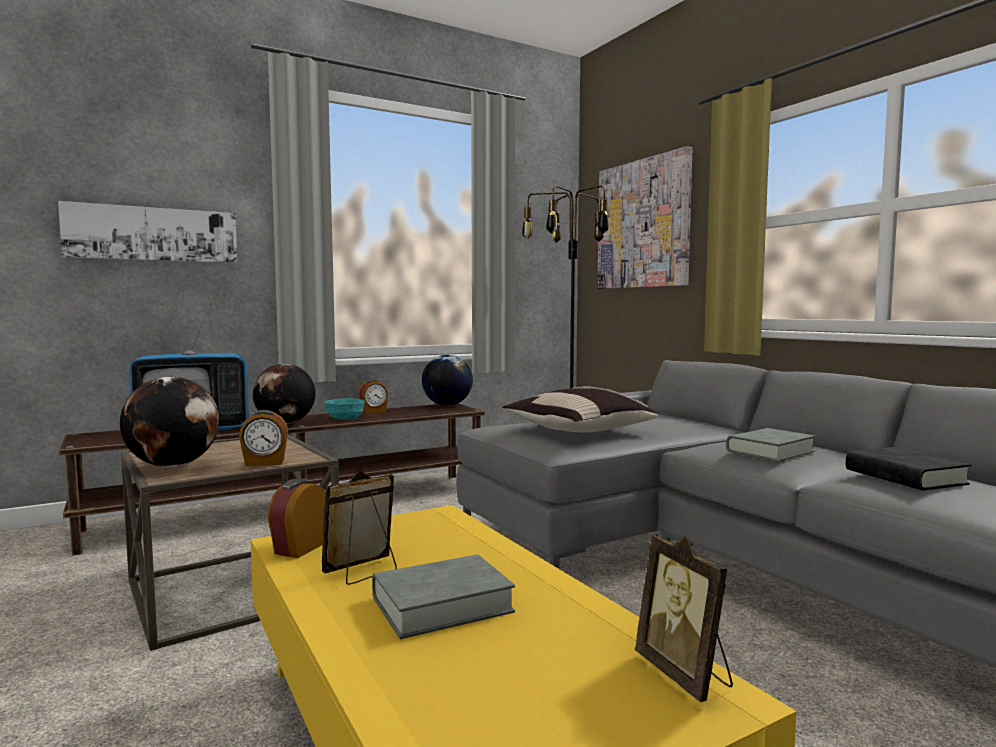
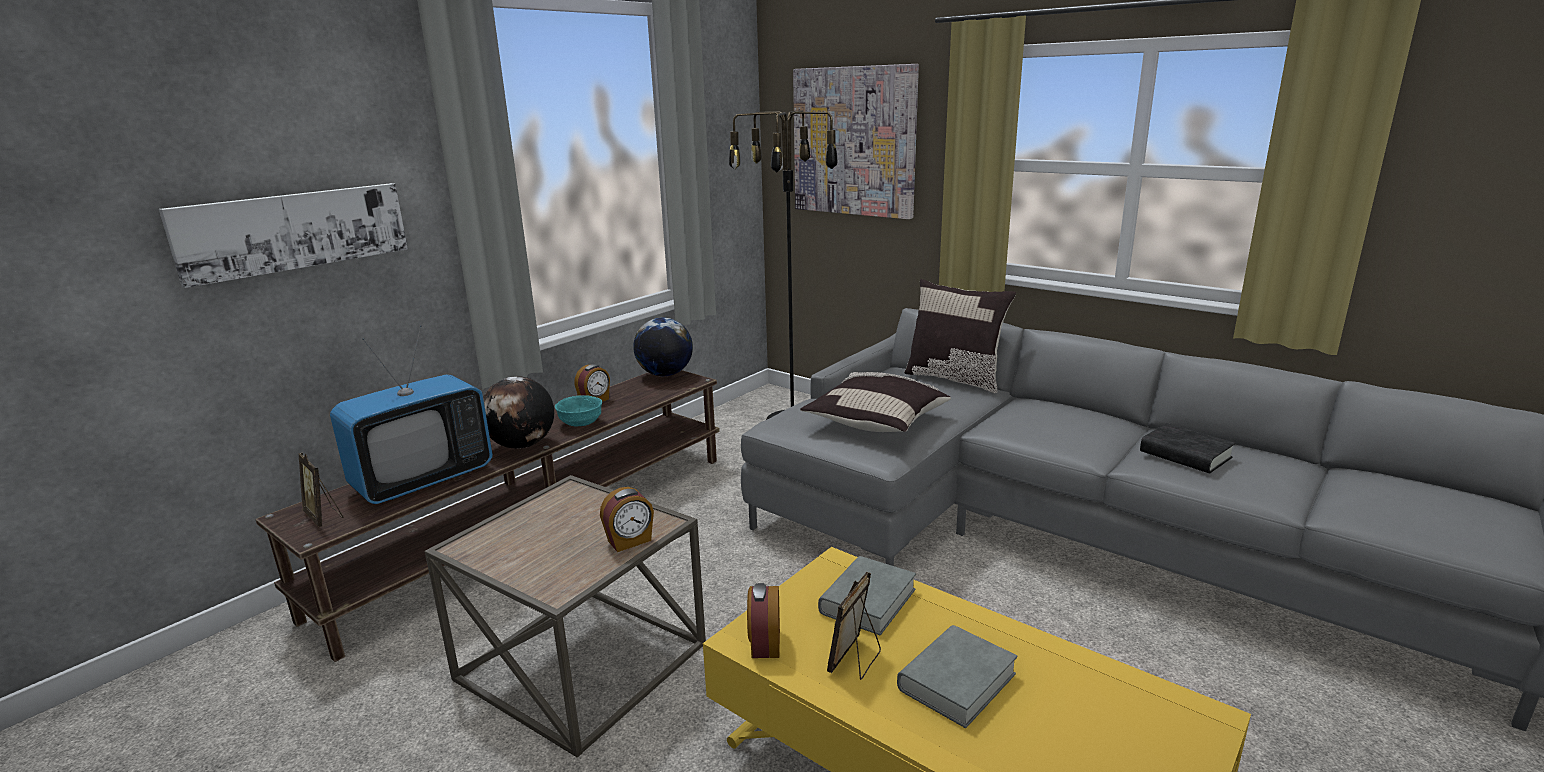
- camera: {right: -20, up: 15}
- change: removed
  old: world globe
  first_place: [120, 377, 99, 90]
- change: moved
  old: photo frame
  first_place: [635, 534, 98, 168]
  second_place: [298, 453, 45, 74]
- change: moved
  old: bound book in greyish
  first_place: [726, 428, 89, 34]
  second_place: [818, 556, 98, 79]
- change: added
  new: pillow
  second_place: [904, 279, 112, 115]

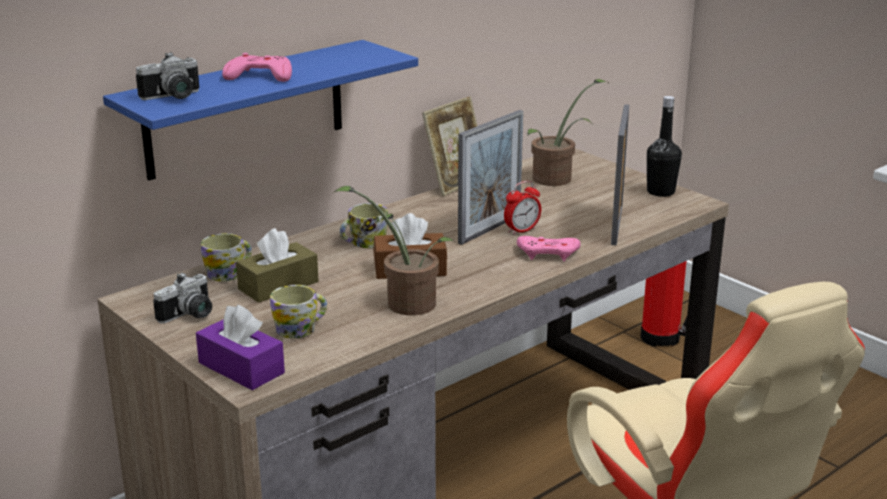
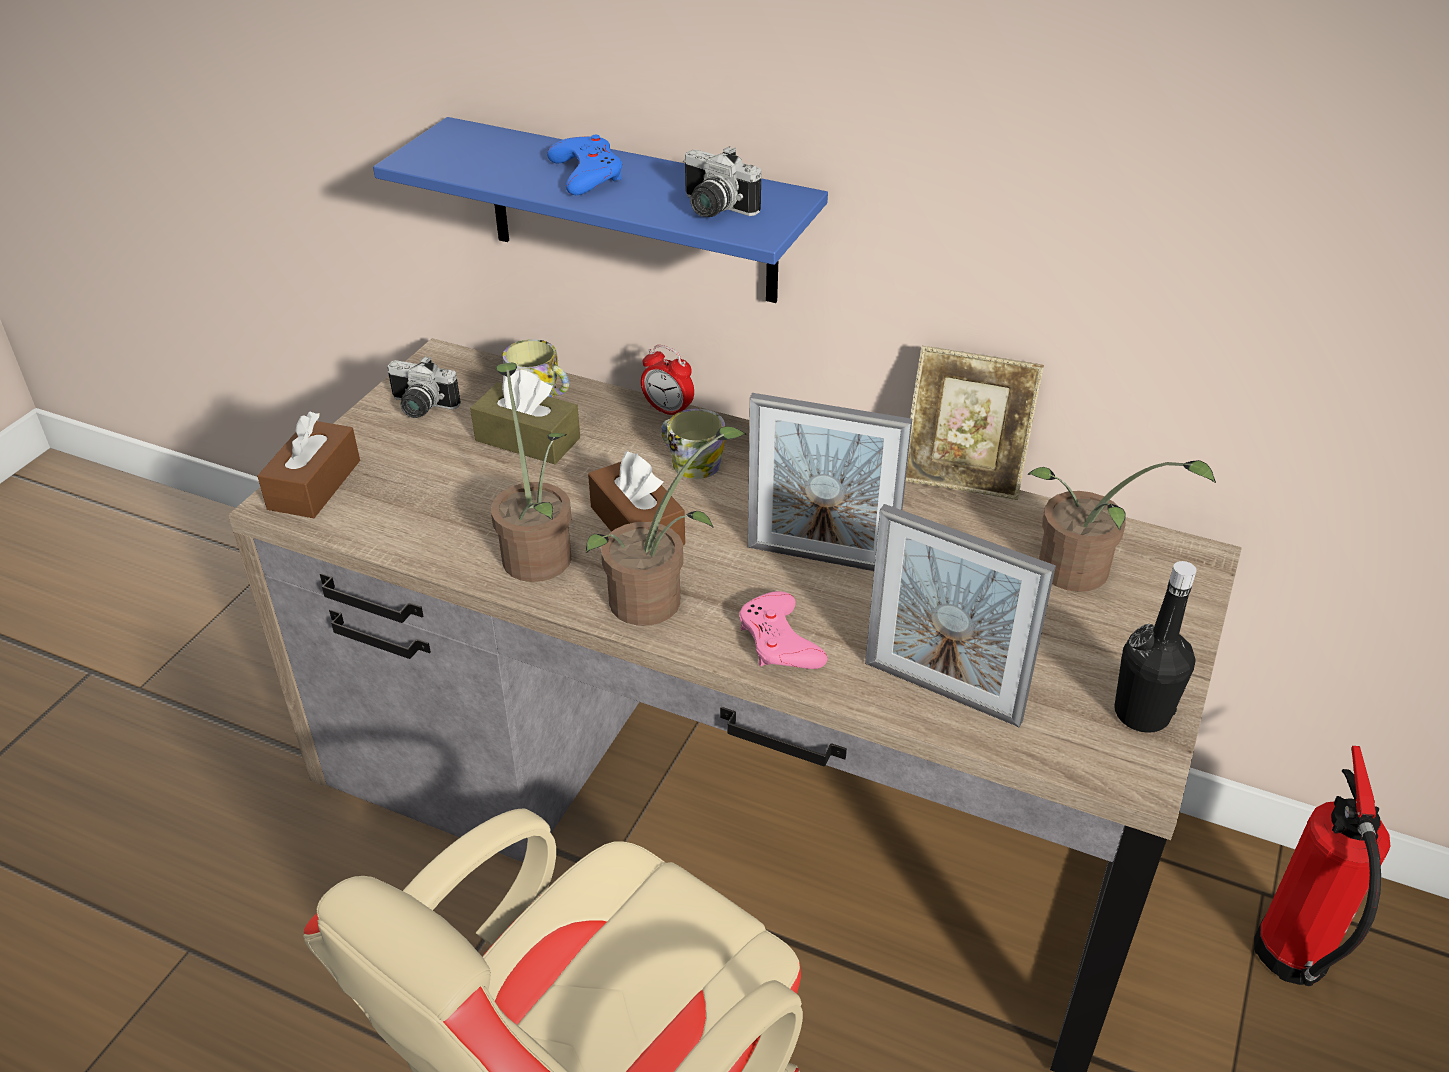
- camera: {right: 65, up: 15}
- change: moved
  old: still camera
  first_place: [136, 52, 63, 48]
  second_place: [683, 146, 78, 71]
- change: recoloured
  old: tissue holder in purple-coloured
  new: tissue holder in brown-coloured
  first_place: [196, 305, 89, 85]
  second_place: [257, 412, 103, 106]
- change: recoloured
  old: joypad in pinkish
  new: joypad in blue-coloured
  first_place: [222, 53, 70, 29]
  second_place: [547, 135, 75, 60]
- change: removed
  old: mug
  first_place: [270, 285, 57, 54]
- change: moved
  old: table clock
  first_place: [504, 181, 37, 54]
  second_place: [641, 345, 53, 70]
- change: turned
  old: photo frame
  first_place: [611, 104, 18, 141]
  second_place: [865, 504, 191, 223]
  degrees: -135
- change: added
  new: plant in a pot
  second_place: [586, 426, 160, 200]

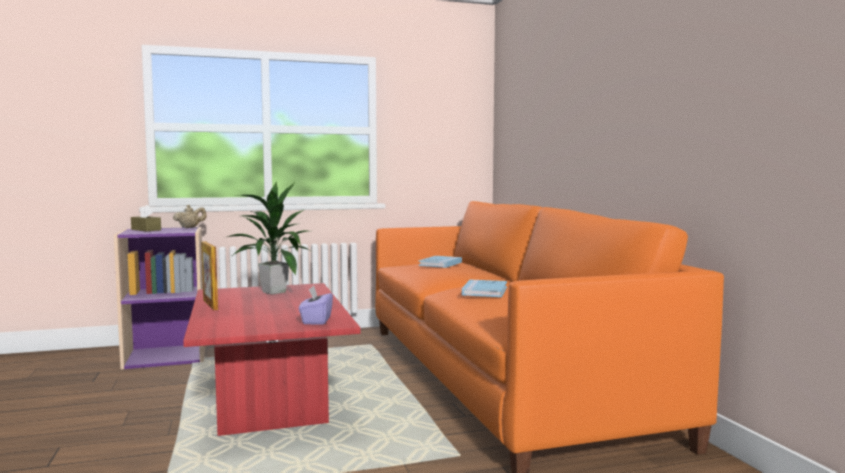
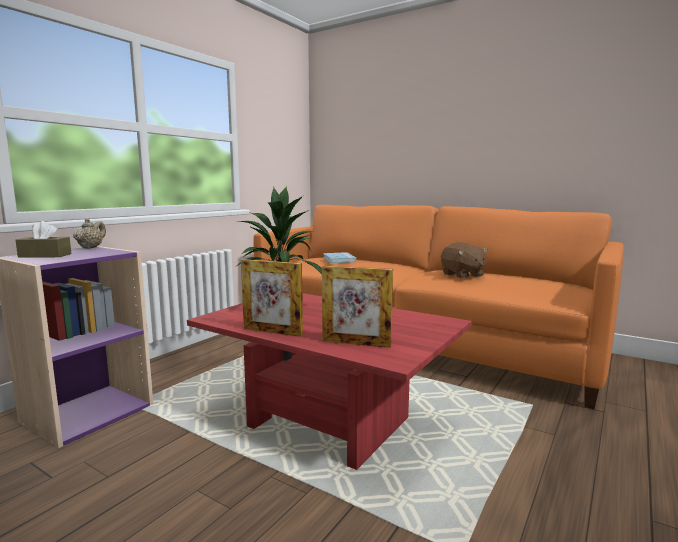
- camera: {right: -40, up: 5}
- change: removed
  old: tissue holder in purple-coloured
  first_place: [299, 286, 34, 38]
- change: replaced
  old: bound book in blue-coloured
  new: soft toy in brown-coloured
  first_place: [462, 280, 45, 17]
  second_place: [441, 242, 47, 37]
- change: added
  new: photo frame
  second_place: [322, 266, 71, 82]

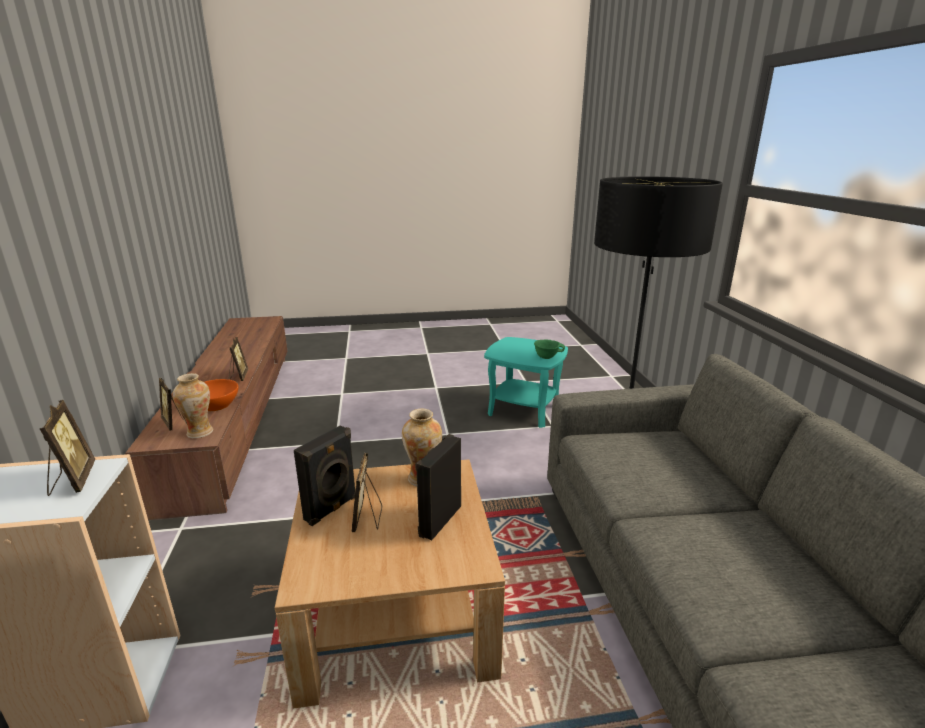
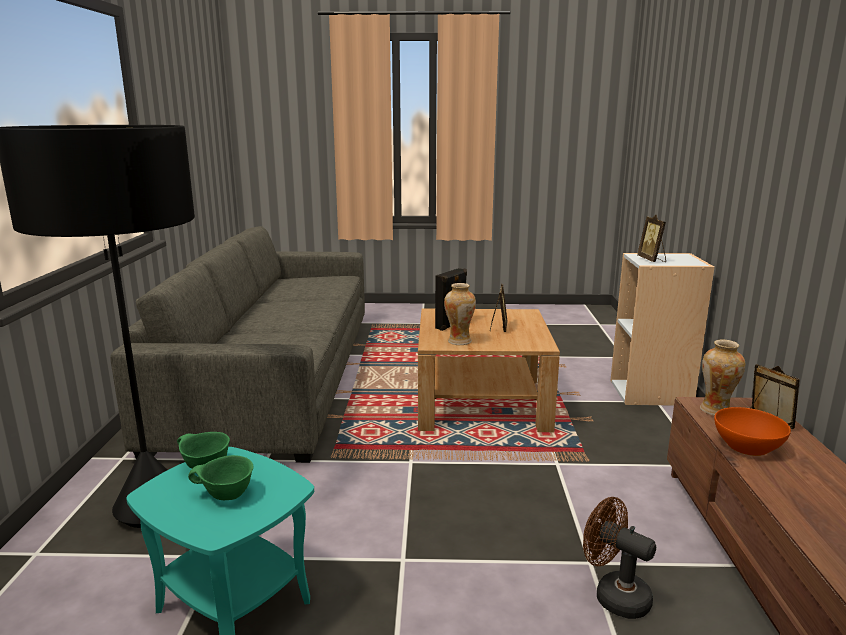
- camera: {right: -170, up: -5}
- change: removed
  old: photo frame
  first_place: [229, 337, 19, 44]
- change: removed
  old: audio speaker in black
  first_place: [294, 425, 61, 101]
- change: added
  new: bowl in green
  second_place: [188, 455, 65, 45]
- change: added
  new: cooling fan in brown-coloured
  second_place: [583, 497, 73, 122]

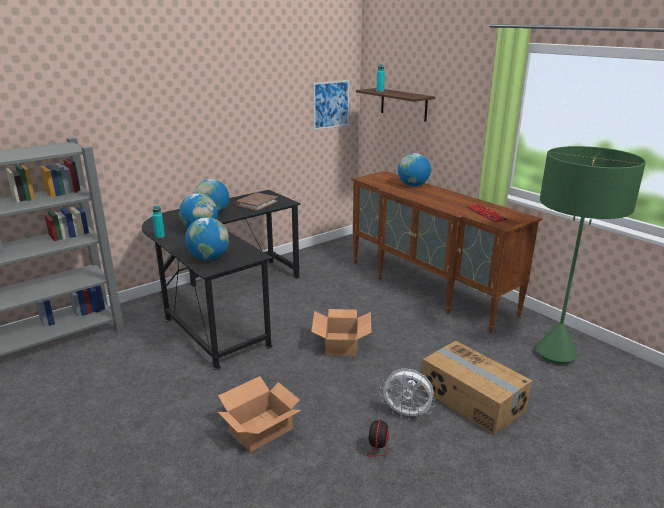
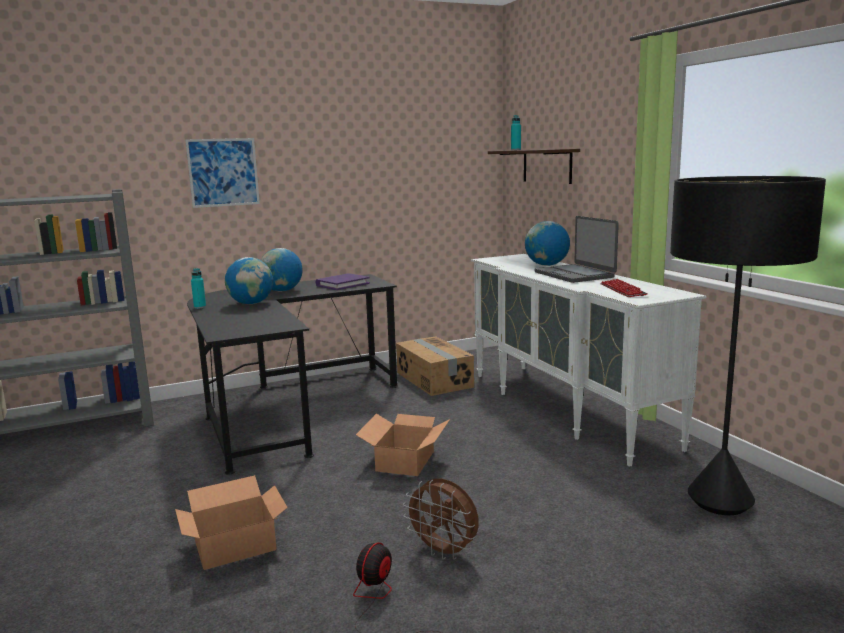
- camera: {right: 15, up: -10}
- change: removed
  old: world globe
  first_place: [185, 217, 44, 43]
- change: recoloured
  old: bound book in brown-coloured
  new: bound book in purple-coloured
  first_place: [236, 193, 42, 18]
  second_place: [316, 273, 54, 17]
- change: moved
  old: wall picture
  first_place: [313, 80, 36, 50]
  second_place: [185, 138, 75, 70]
- change: recoloured
  old: cupboard in brown-coloured
  new: cupboard in white-coloured
  first_place: [351, 171, 191, 162]
  second_place: [471, 254, 236, 213]
- change: recoloured
  old: cooling fan in white-coloured
  new: cooling fan in brown-coloured
  first_place: [380, 369, 56, 51]
  second_place: [403, 479, 76, 81]
- change: moved
  old: packing box
  first_place: [421, 341, 111, 94]
  second_place: [396, 337, 78, 59]
- change: recoloured
  old: standard lamp in green
  new: standard lamp in black
  first_place: [536, 146, 110, 218]
  second_place: [670, 176, 156, 339]
- change: added
  new: laptop
  second_place: [535, 216, 84, 67]

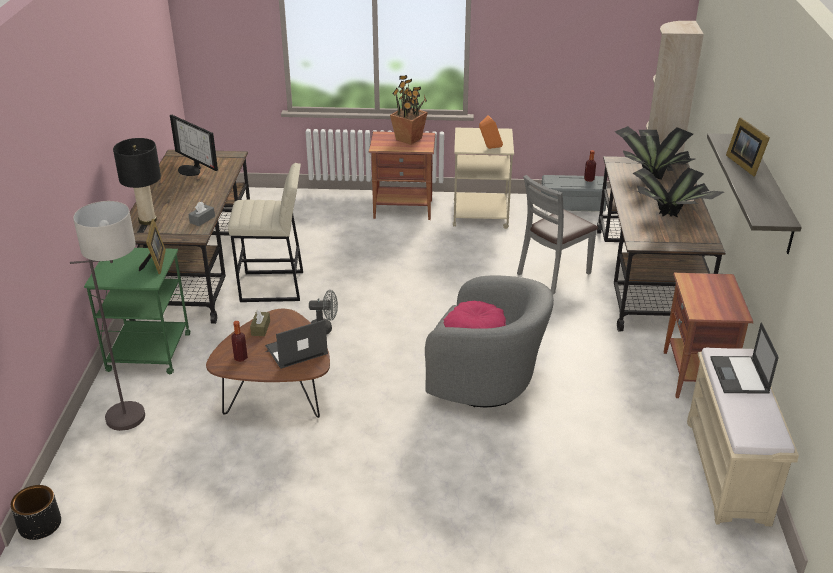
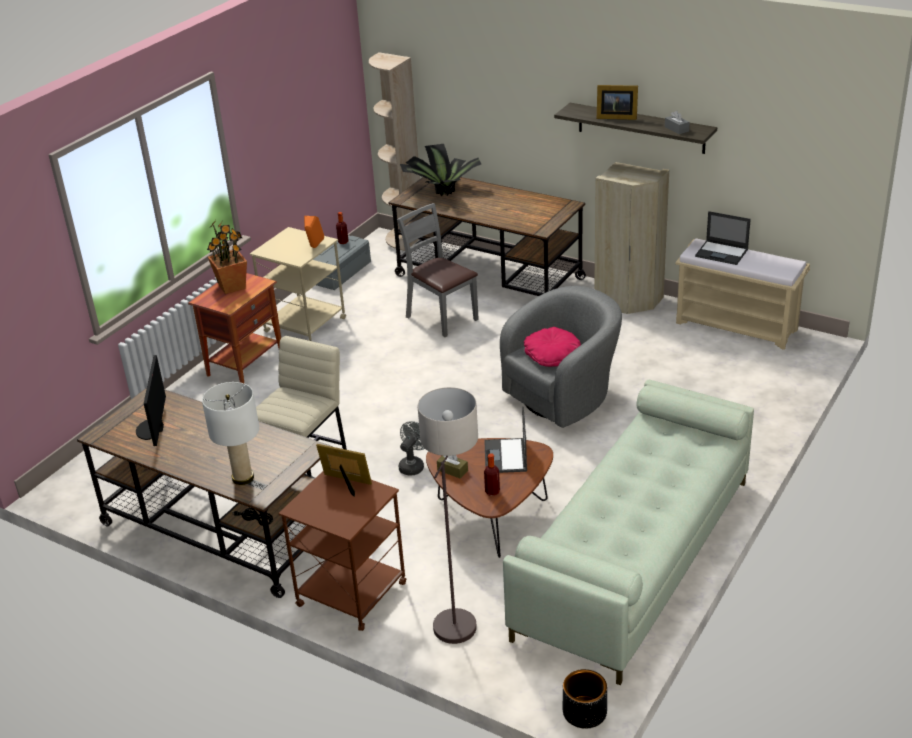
- camera: {right: -60, up: 0}
- change: recoloured
  old: cart in green
  new: cart in brown-coloured
  first_place: [84, 248, 107, 126]
  second_place: [279, 471, 128, 160]
- change: recoloured
  old: table lamp in black
  new: table lamp in white-coloured
  first_place: [113, 138, 48, 87]
  second_place: [202, 382, 57, 103]
- change: turned
  old: computer display
  first_place: [170, 114, 48, 62]
  second_place: [136, 355, 30, 91]
  degrees: 105
- change: moved
  old: tissue holder in greyish
  first_place: [188, 201, 27, 25]
  second_place: [665, 110, 25, 24]
- change: turned
  old: plain chair in greyish
  first_place: [517, 175, 81, 120]
  second_place: [397, 203, 82, 134]
  degrees: 150
- change: removed
  old: plant in a pot
  first_place: [633, 167, 91, 50]
- change: replaced
  old: bedside table
  new: cupboard in sand-coloured
  first_place: [664, 273, 89, 125]
  second_place: [594, 162, 75, 152]
- change: added
  new: sofa in white-coloured
  second_place: [503, 380, 251, 305]

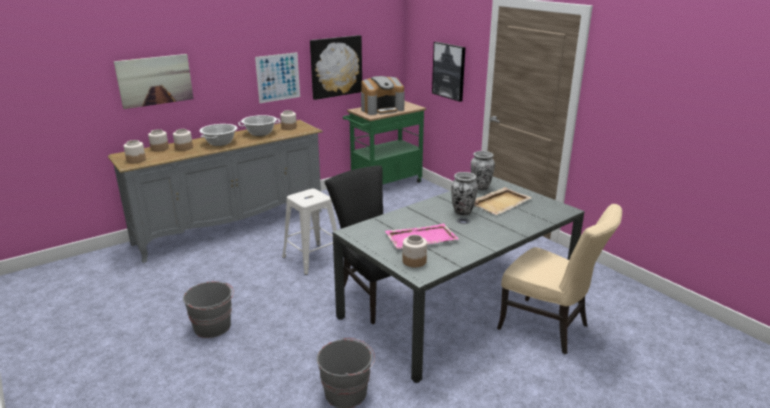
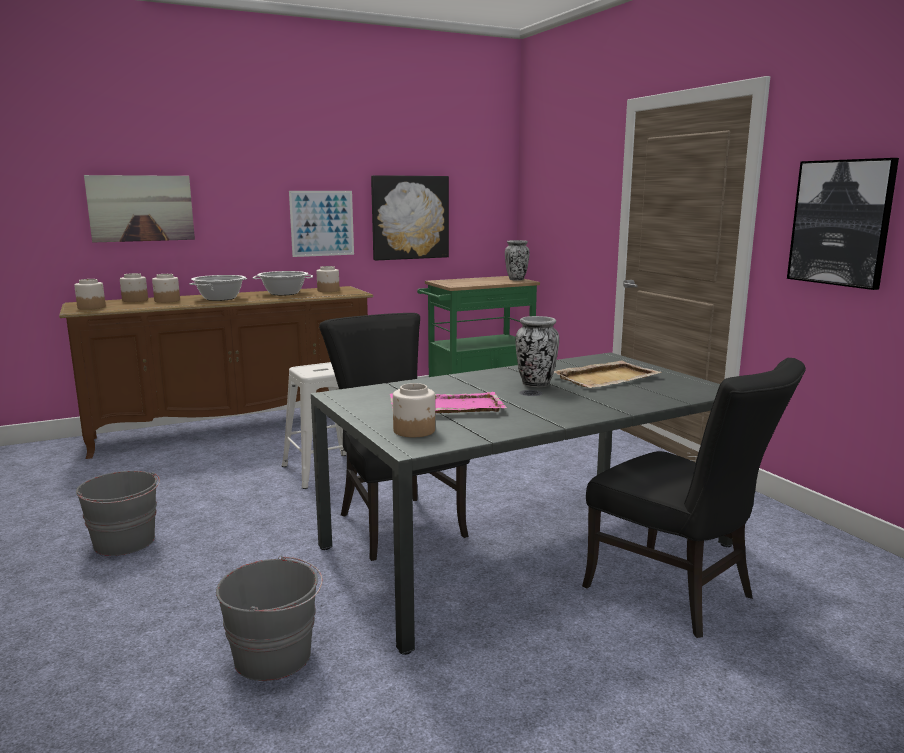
- camera: {right: 10, up: -10}
- change: recoloured
  old: cupboard in greyish
  new: cupboard in brown-coloured
  first_place: [108, 120, 215, 143]
  second_place: [59, 286, 315, 173]
- change: removed
  old: coffee machine
  first_place: [361, 76, 44, 39]
- change: moved
  old: wall picture
  first_place: [432, 42, 33, 60]
  second_place: [787, 158, 112, 132]
- change: moved
  old: decorative vase
  first_place: [471, 151, 24, 40]
  second_place: [505, 240, 25, 41]
- change: recoloured
  old: plain chair in sand-coloured
  new: plain chair in black
  first_place: [497, 204, 125, 150]
  second_place: [582, 358, 224, 280]

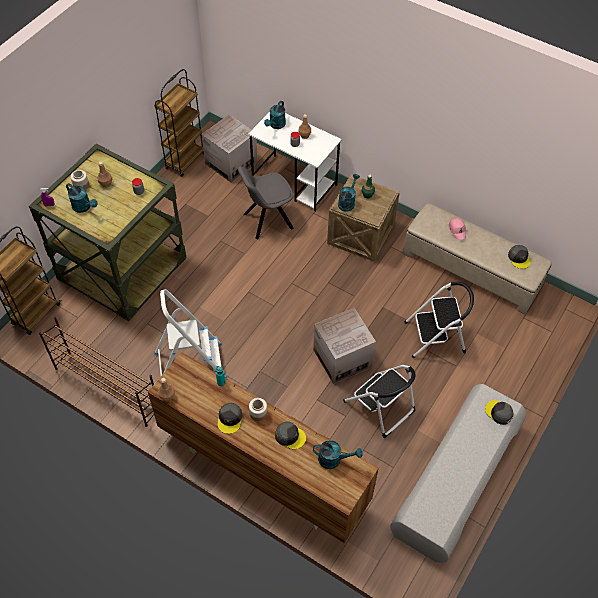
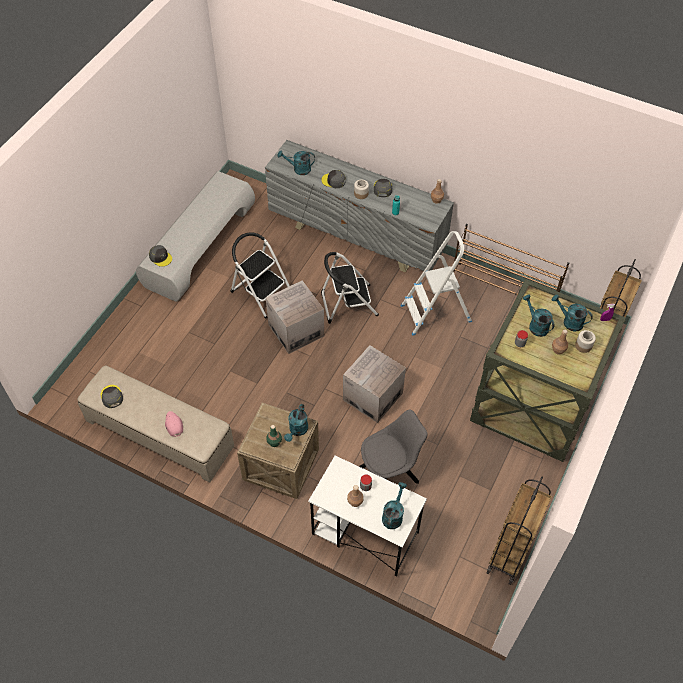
- camera: {right: 175, up: 0}
- change: recoloured
  old: cupboard in brown-coloured
  new: cupboard in greyish
  first_place: [148, 352, 231, 191]
  second_place: [265, 140, 189, 133]
- change: moved
  old: packing box
  first_place: [202, 115, 56, 68]
  second_place: [343, 345, 63, 78]
- change: moved
  old: step stool
  first_place: [405, 282, 69, 76]
  second_place: [321, 252, 58, 72]
- change: added
  new: watering pot in turquoise
  second_place: [523, 295, 31, 42]

